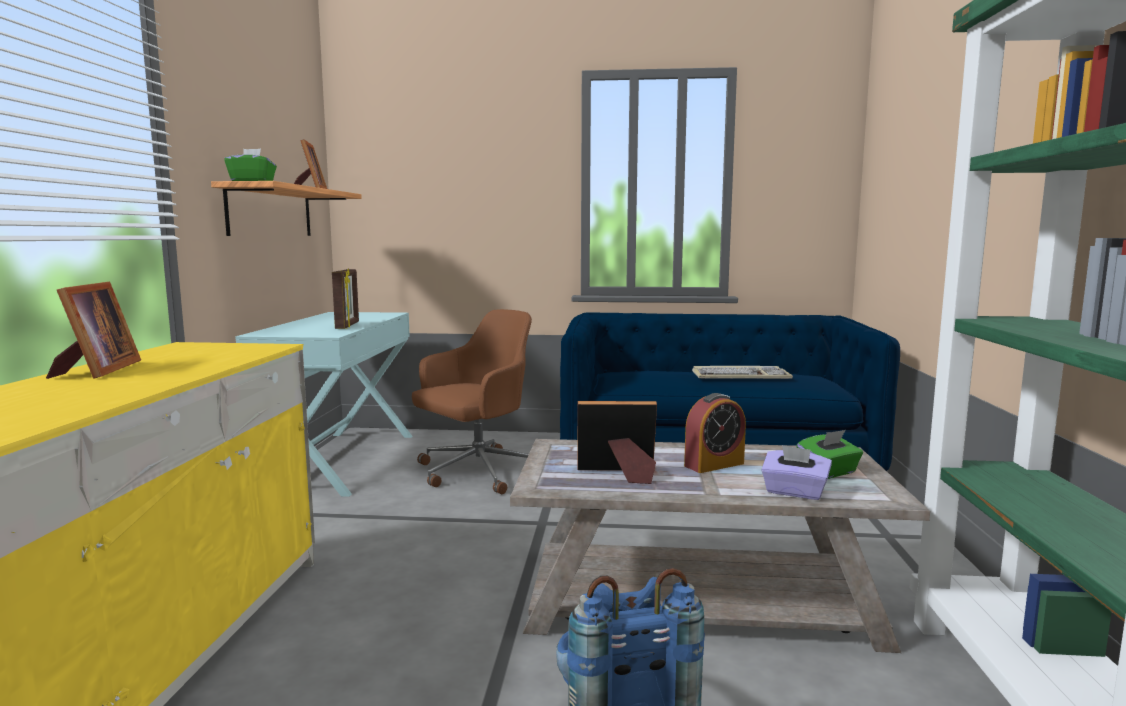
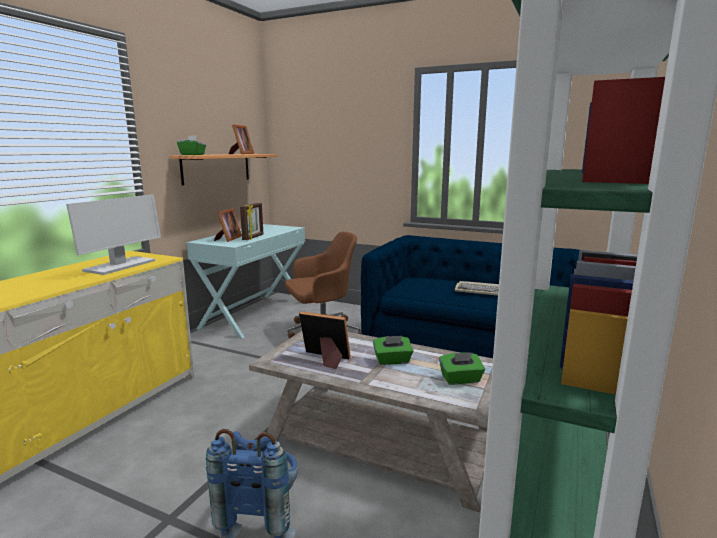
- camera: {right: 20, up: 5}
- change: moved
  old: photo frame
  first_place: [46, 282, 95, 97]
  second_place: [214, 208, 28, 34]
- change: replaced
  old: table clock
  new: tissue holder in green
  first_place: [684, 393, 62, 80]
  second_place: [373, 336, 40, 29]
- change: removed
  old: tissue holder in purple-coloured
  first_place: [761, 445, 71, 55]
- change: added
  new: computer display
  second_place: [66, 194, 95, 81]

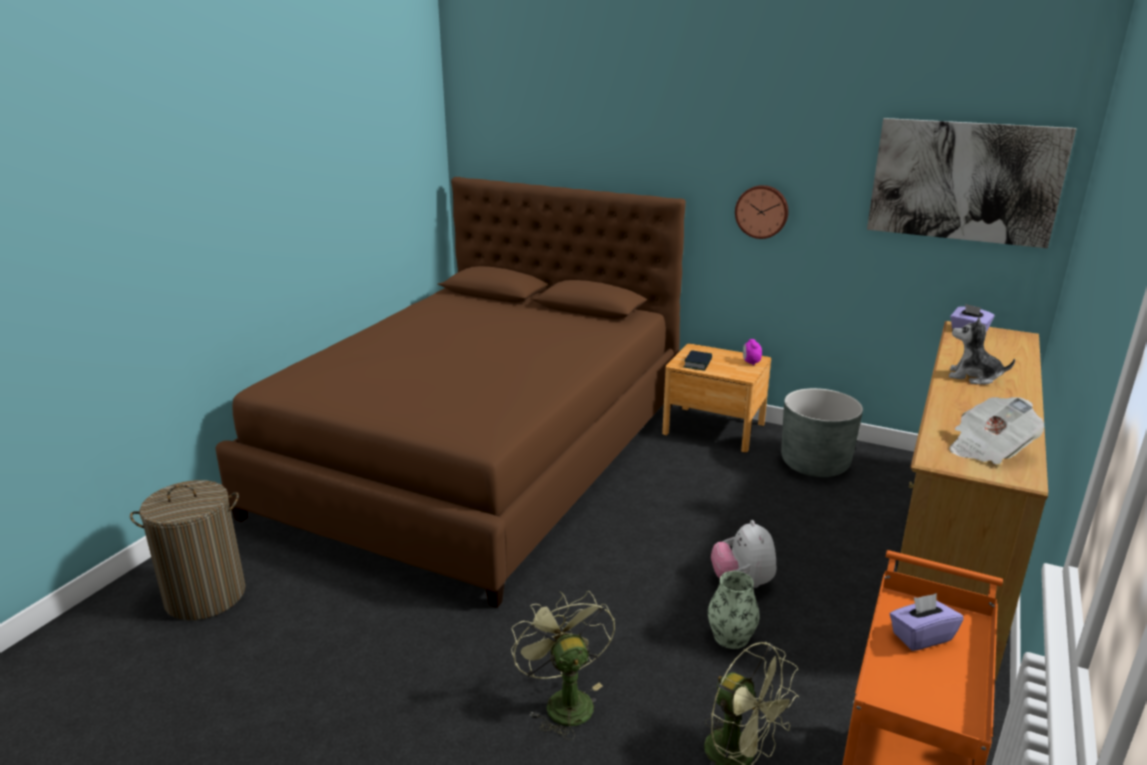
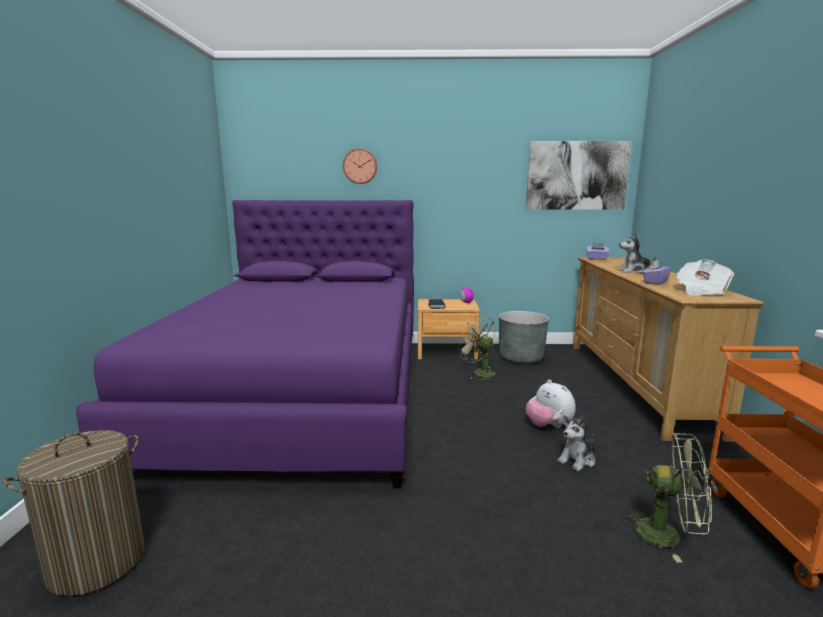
- camera: {right: -25, up: -10}
- change: recoloured
  old: sleeping bed in brown-coloured
  new: sleeping bed in purple-coloured
  first_place: [215, 177, 471, 431]
  second_place: [76, 200, 338, 288]
- change: moved
  old: cooling fan in green
  first_place: [511, 591, 104, 149]
  second_place: [458, 316, 38, 65]
- change: replaced
  old: decorative vase
  new: soft toy
  first_place: [708, 571, 52, 78]
  second_place: [558, 415, 37, 56]
- change: moved
  old: wall clock
  first_place: [735, 185, 54, 54]
  second_place: [343, 148, 34, 36]
- change: moved
  old: tissue holder in purple-coloured
  first_place: [890, 593, 73, 58]
  second_place: [643, 260, 28, 25]

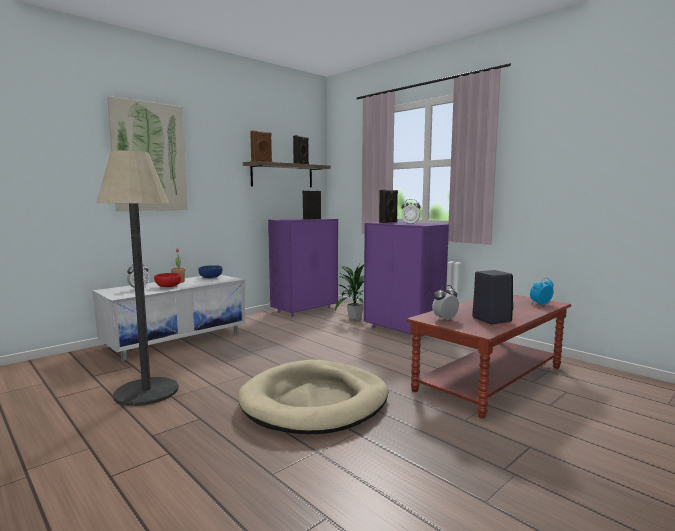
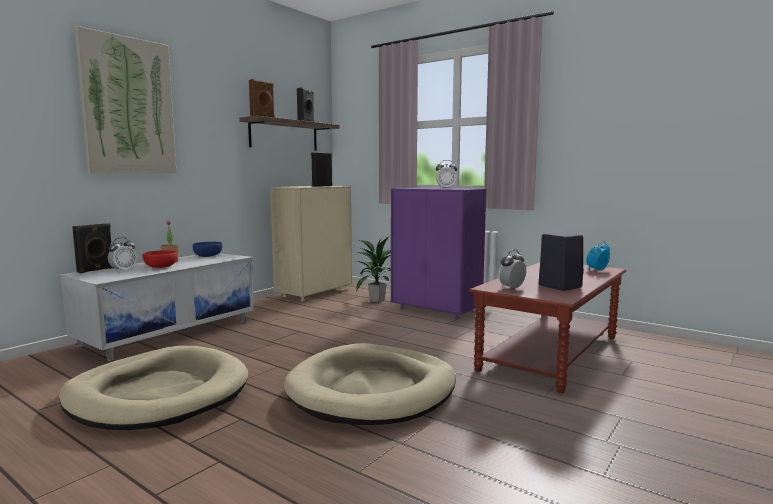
- camera: {right: -10, up: 0}
- change: replaced
  old: standard lamp
  new: pet bed in sand-coloured
  first_place: [96, 151, 83, 255]
  second_place: [59, 346, 189, 84]
- change: recoloured
  old: cupboard in purple-coloured
  new: cupboard in sand-coloured
  first_place: [268, 218, 70, 99]
  second_place: [270, 186, 82, 115]
- change: moved
  old: audio speaker in black
  first_place: [379, 190, 19, 33]
  second_place: [72, 223, 41, 50]

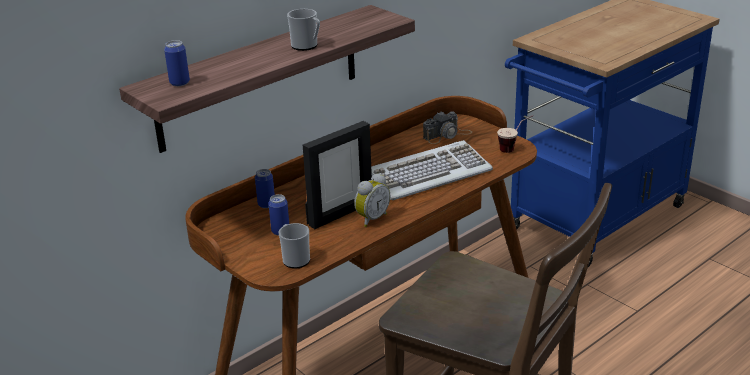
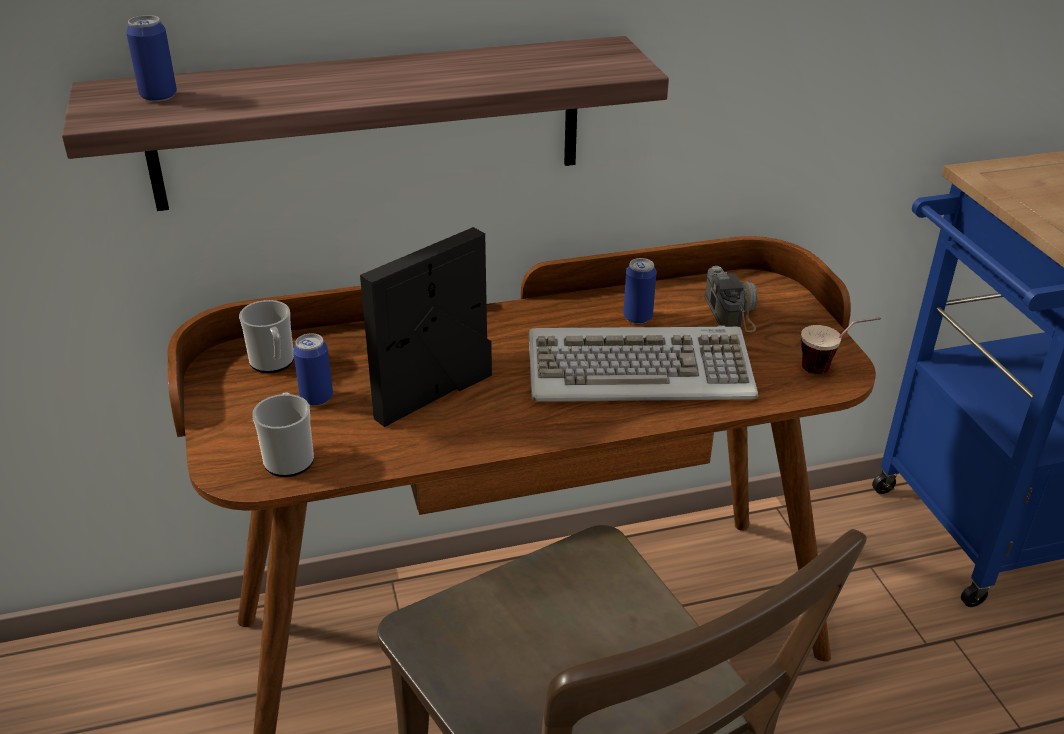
- camera: {right: 25, up: 5}
- change: moved
  old: can
  first_place: [255, 169, 20, 39]
  second_place: [623, 258, 34, 66]
- change: moved
  old: mug
  first_place: [287, 9, 33, 42]
  second_place: [239, 300, 55, 73]
- change: turned
  old: photo frame
  first_place: [303, 121, 69, 108]
  second_place: [360, 227, 132, 200]
  degrees: 150
- change: removed
  old: table clock
  first_place: [354, 173, 36, 54]
- change: turned
  old: still camera
  first_place: [423, 111, 49, 33]
  second_place: [704, 266, 54, 66]
  degrees: -90

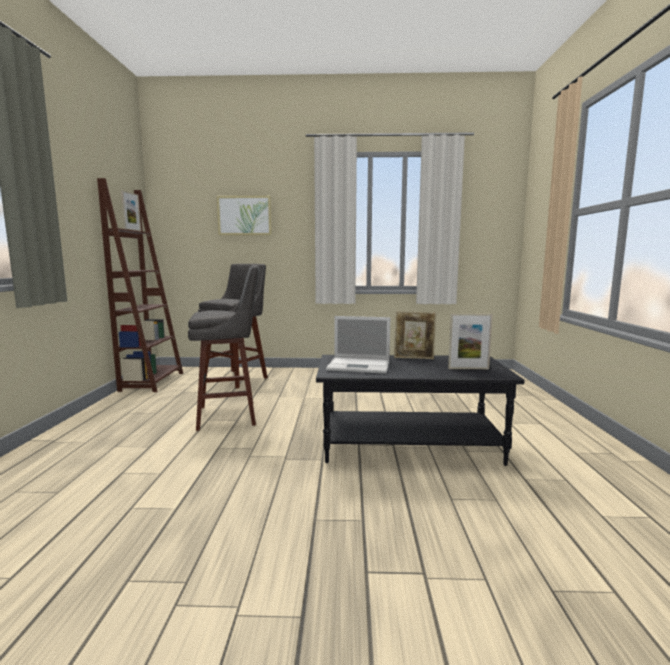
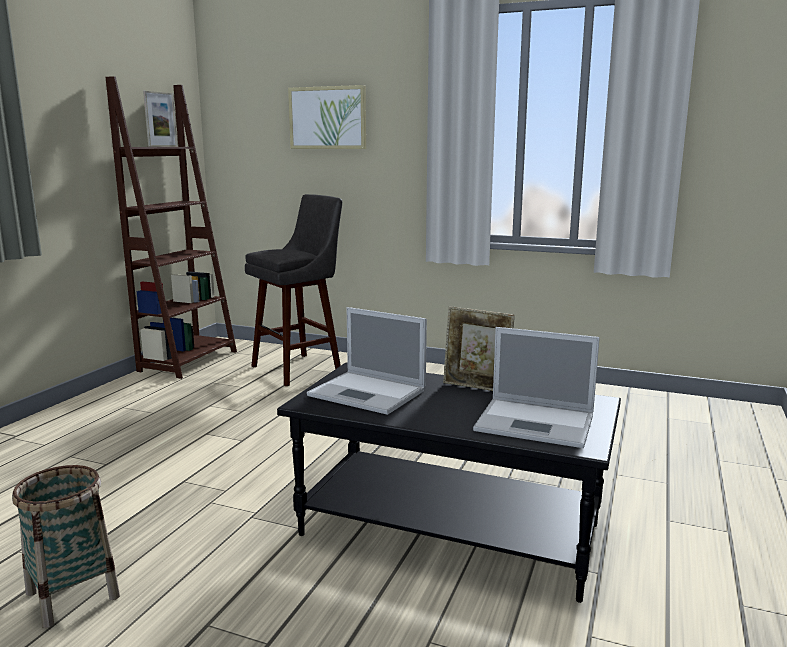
- camera: {right: 20, up: 5}
- change: removed
  old: stool in greyish
  first_place: [188, 265, 71, 166]
- change: replaced
  old: photo frame
  new: laptop
  first_place: [448, 314, 45, 55]
  second_place: [473, 327, 127, 121]
- change: added
  new: storage basket
  second_place: [12, 465, 108, 163]

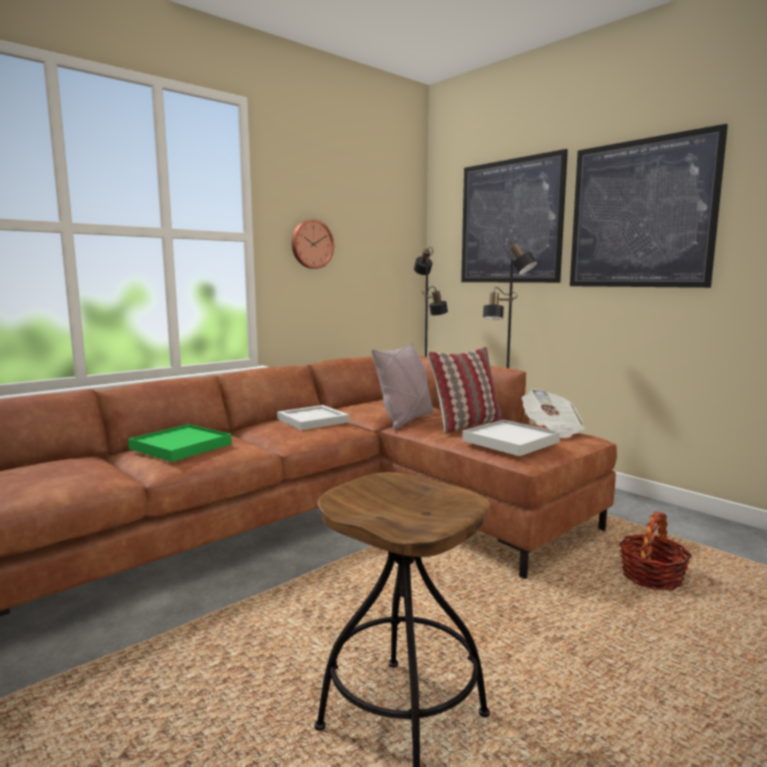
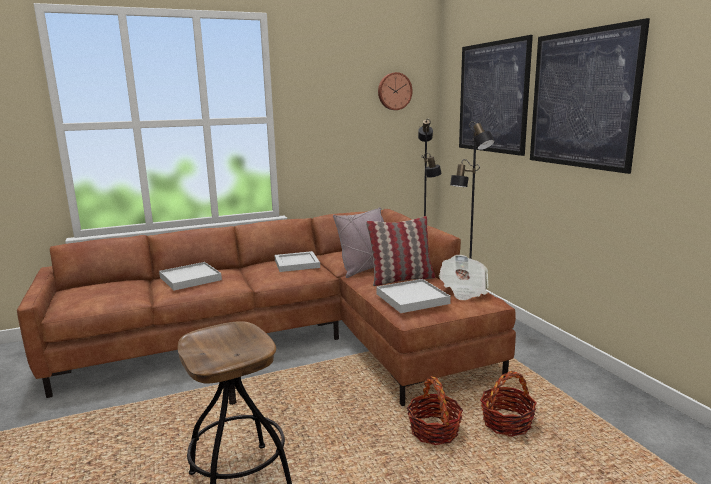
- camera: {right: 20, up: 5}
- change: recoloured
  old: serving tray in green
  new: serving tray in white-coloured
  first_place: [128, 424, 104, 38]
  second_place: [159, 262, 63, 29]
- change: moved
  old: wall clock
  first_place: [292, 219, 42, 50]
  second_place: [378, 72, 35, 38]
- change: added
  new: storage basket
  second_place: [407, 376, 56, 69]

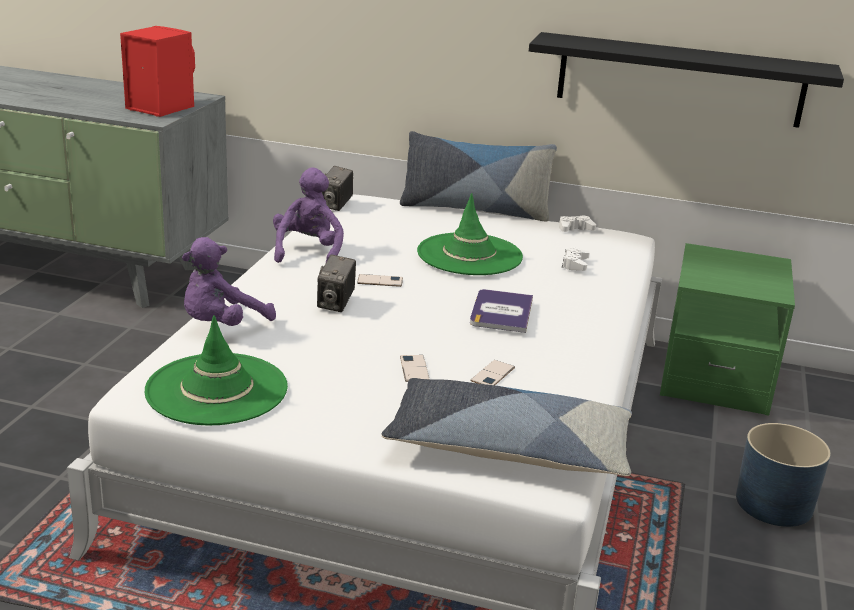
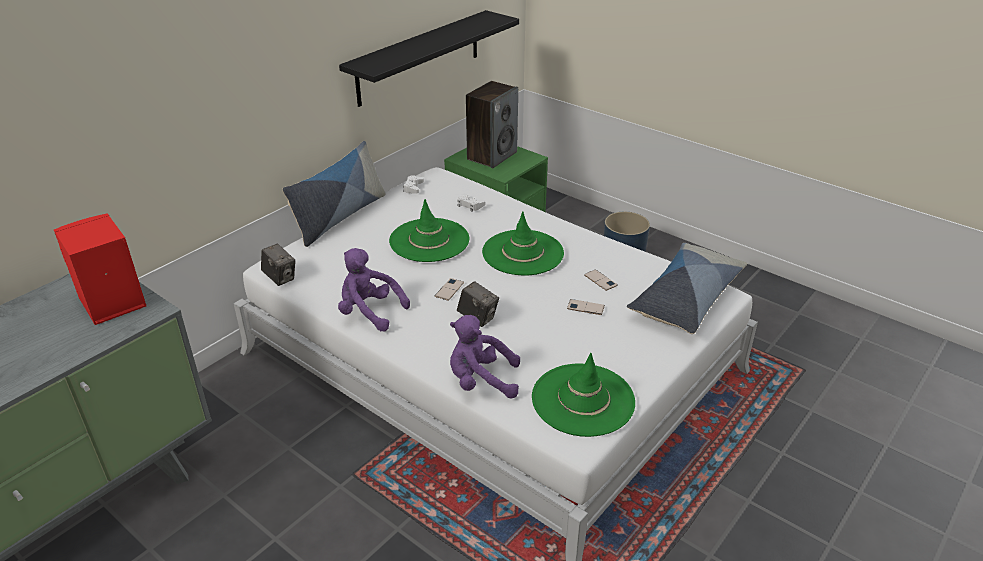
- camera: {right: -65, up: 10}
- change: turned
  old: soft toy in purple-coloured
  first_place: [182, 237, 94, 89]
  second_place: [450, 315, 70, 84]
  degrees: 120
- change: replaced
  old: bound book
  new: hat in green
  first_place: [470, 289, 63, 44]
  second_place: [482, 211, 82, 65]
- change: added
  new: audio speaker
  second_place: [466, 81, 52, 87]

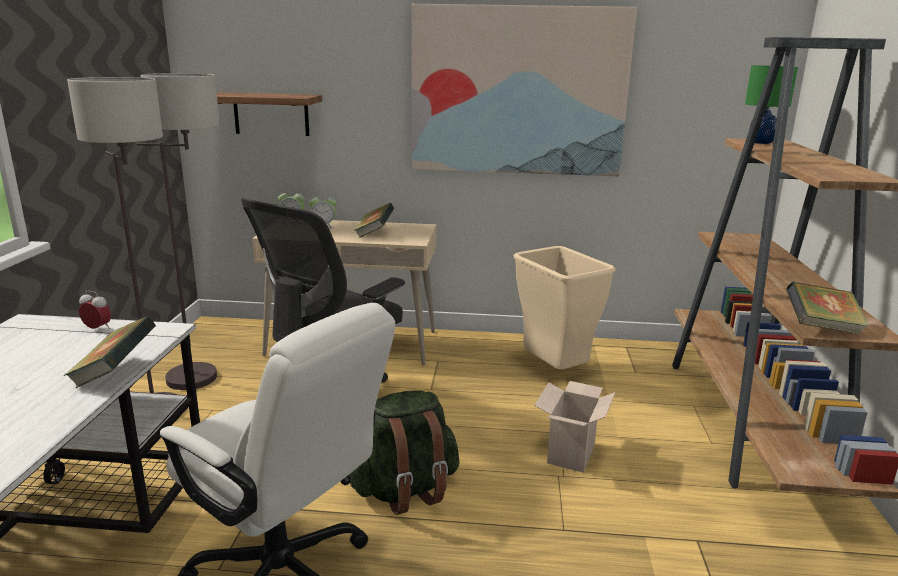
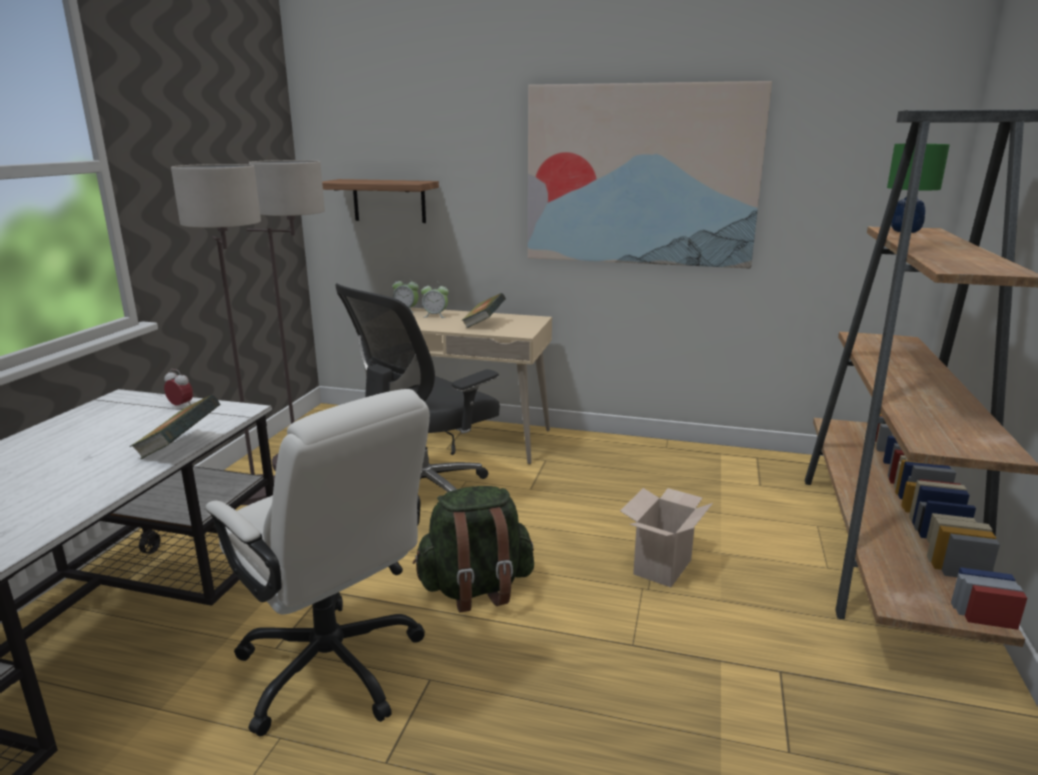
- camera: {right: 10, up: 0}
- change: removed
  old: waste bin in sand-coloured
  first_place: [514, 246, 102, 123]
- change: removed
  old: bound book
  first_place: [786, 282, 83, 52]

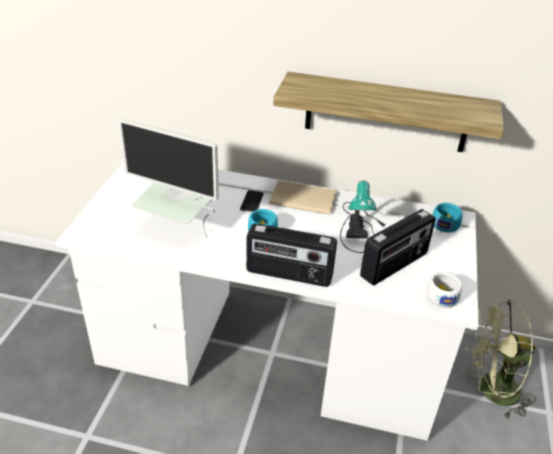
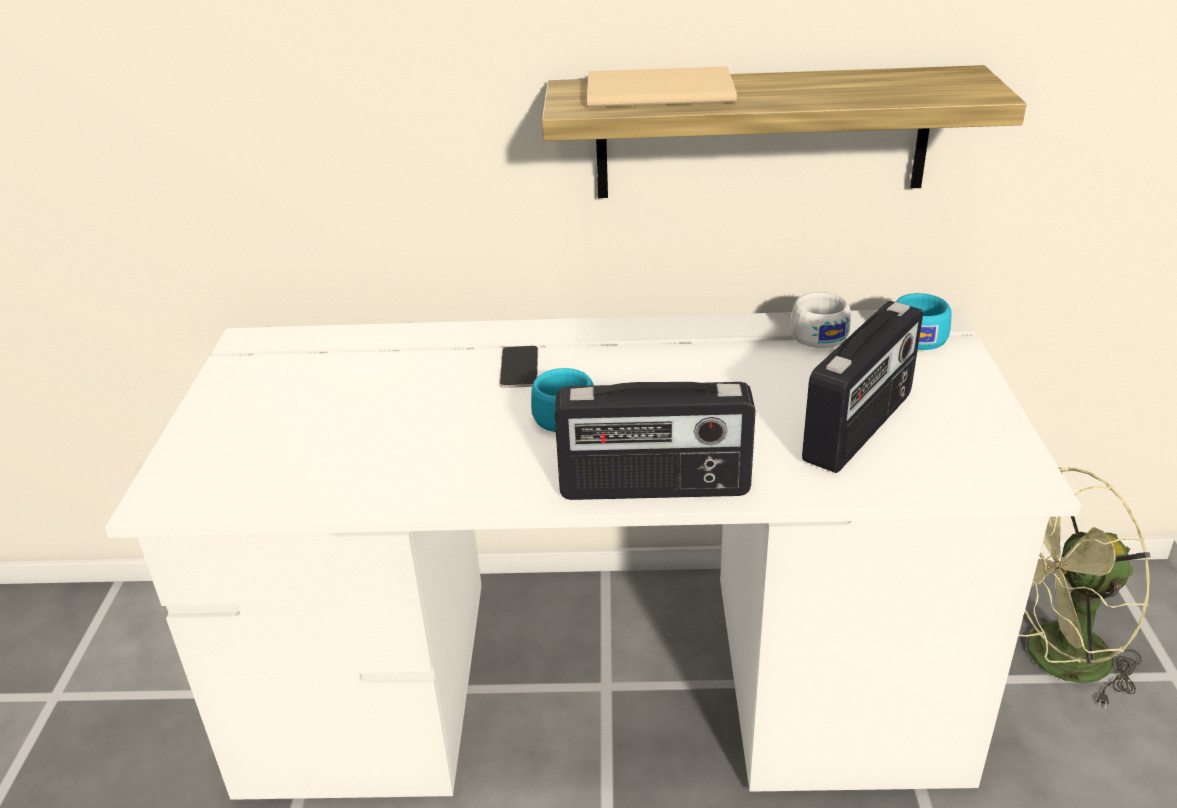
- camera: {right: -10, up: -5}
- change: removed
  old: computer display
  first_place: [118, 119, 101, 118]
- change: moved
  old: bound book in sand-coloured
  first_place: [269, 181, 67, 34]
  second_place: [587, 66, 150, 42]
- change: removed
  old: table lamp
  first_place: [340, 181, 45, 72]
- change: moved
  old: cup in white-coloured
  first_place: [426, 270, 36, 38]
  second_place: [790, 292, 61, 56]

